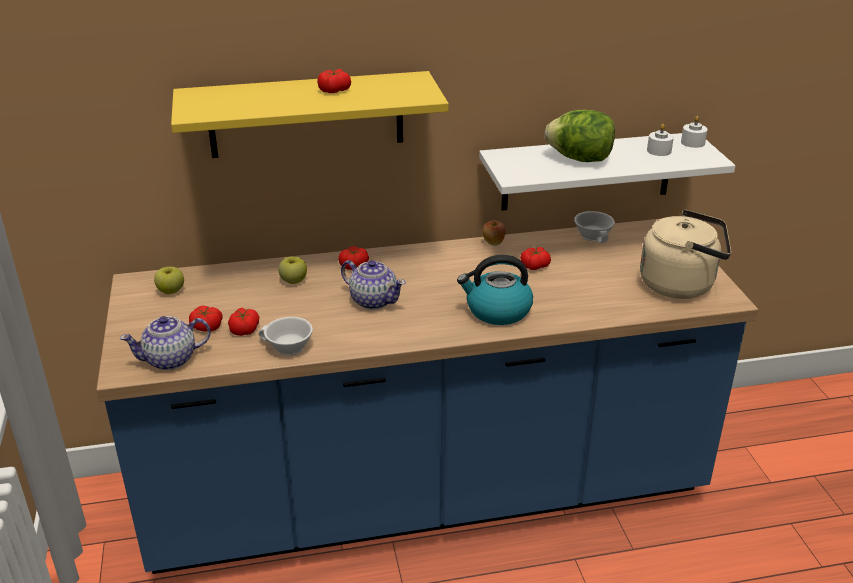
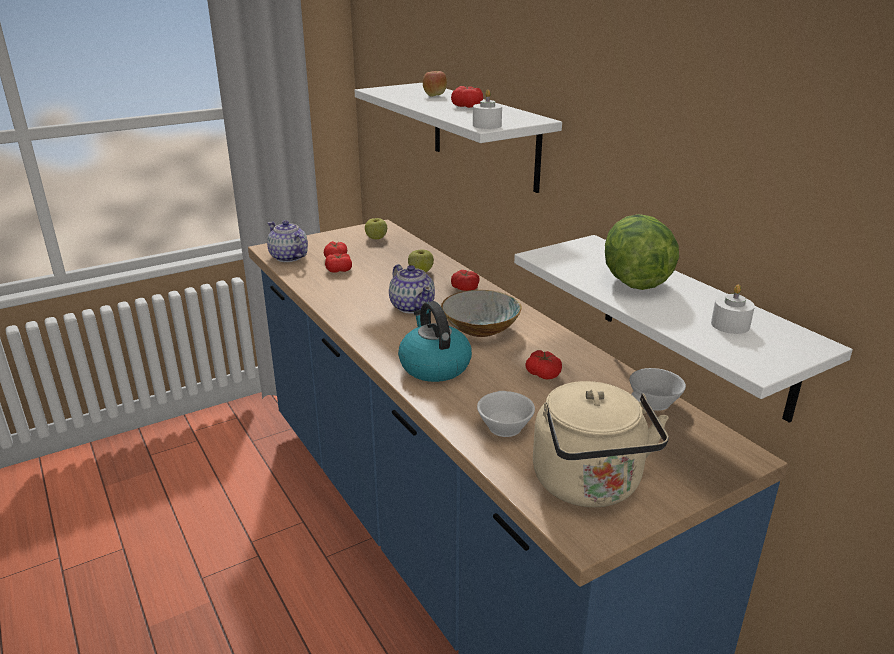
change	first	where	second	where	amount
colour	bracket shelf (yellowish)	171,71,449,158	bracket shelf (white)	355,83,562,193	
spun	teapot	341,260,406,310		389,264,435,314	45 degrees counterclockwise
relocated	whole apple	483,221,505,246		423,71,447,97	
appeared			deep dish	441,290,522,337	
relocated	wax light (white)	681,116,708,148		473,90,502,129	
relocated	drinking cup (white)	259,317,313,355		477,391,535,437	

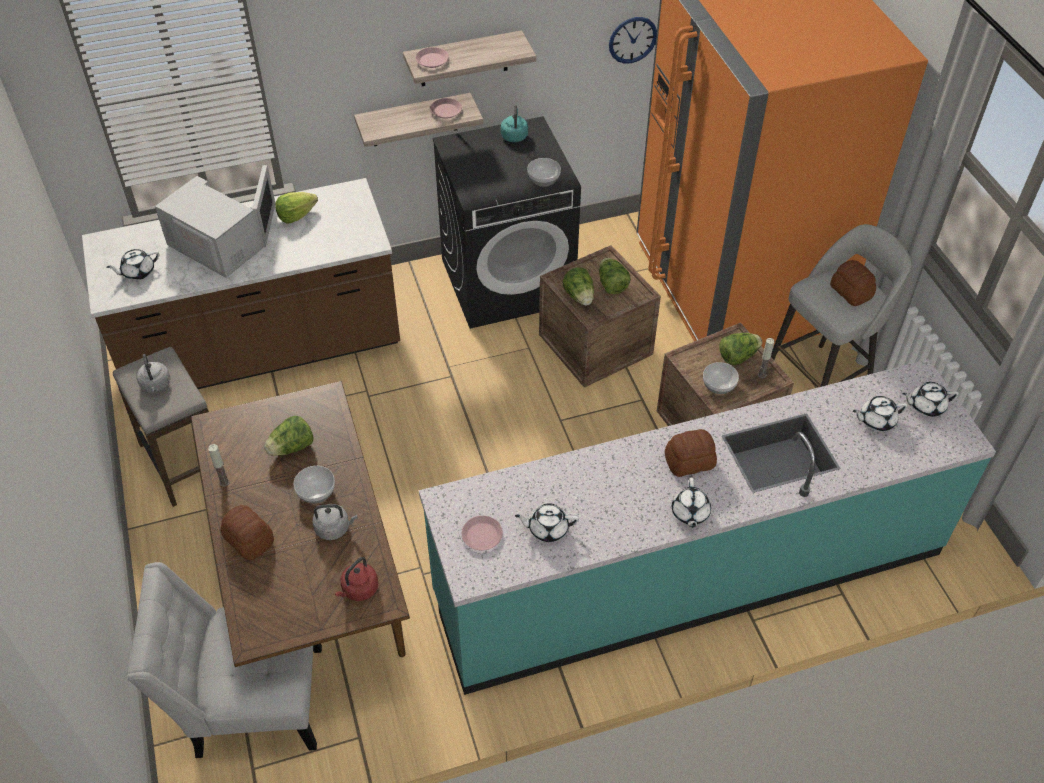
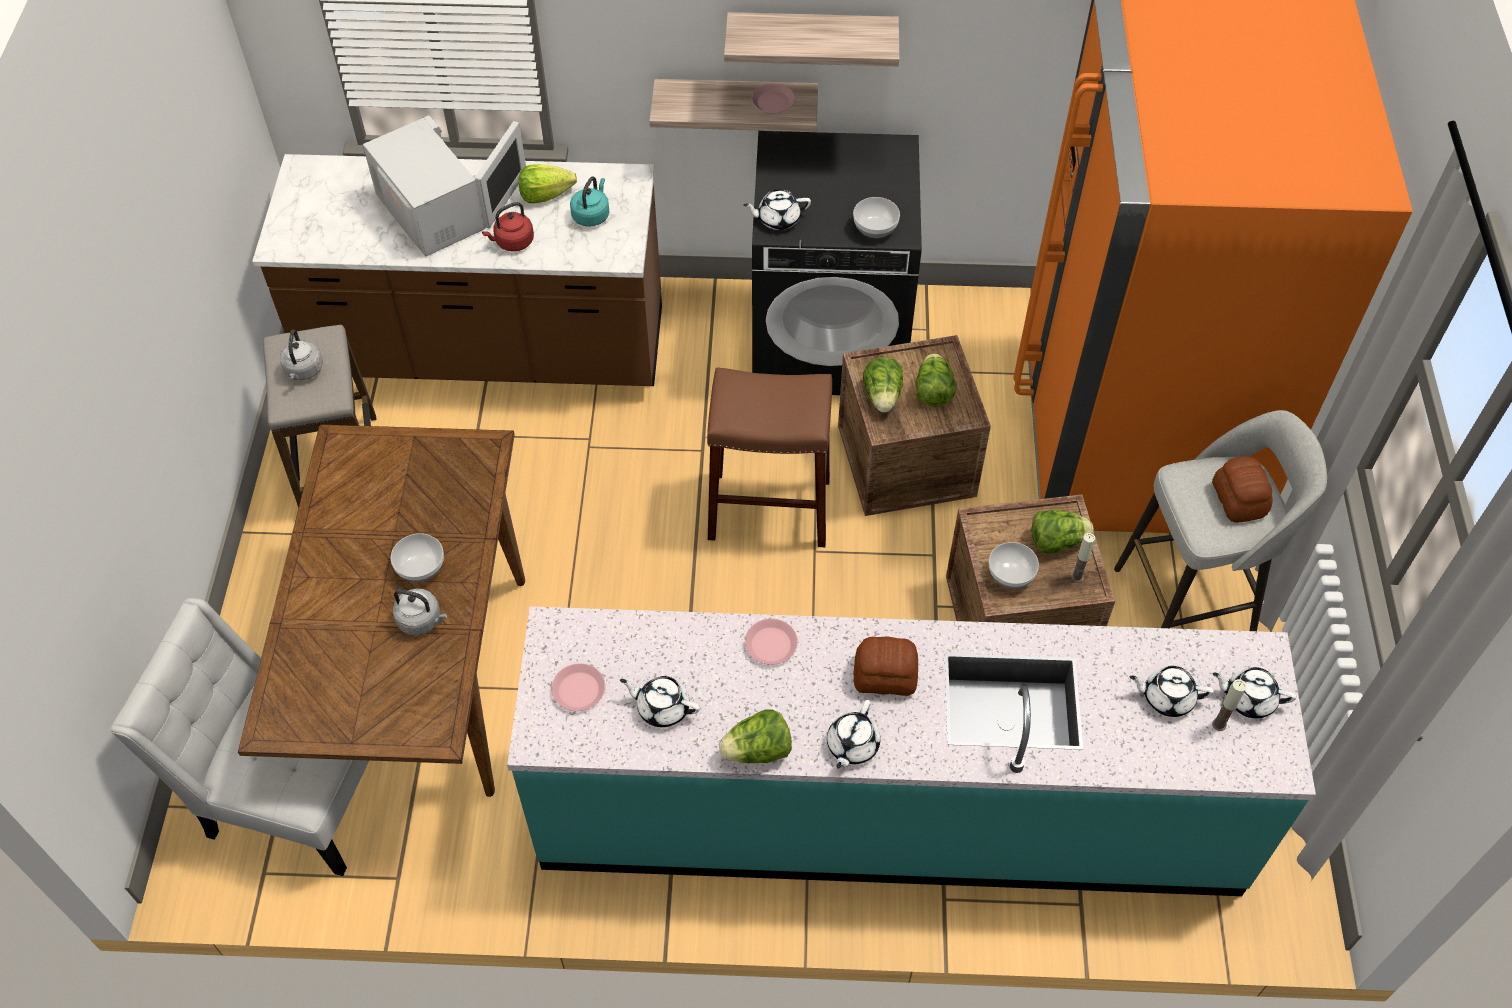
change	first	where	second	where	amount
relocated	water kettle (red)	335,557,378,601		482,202,534,251	
relocated	water kettle (blue-green)	501,105,528,142		570,176,609,227	
appeared			stool seat (brownish)	707,367,832,547	
relocated	lettuce head	264,416,314,456		719,709,792,763	
relocated	teapot (white)	106,249,159,280		743,189,811,230	
relocated	flat dish (pinkish)	415,47,449,68		745,619,798,665	
relocated	wax light	208,444,230,487		1212,679,1247,731	
missing	bread	220,505,274,560			
missing	wall clock	609,17,657,64			

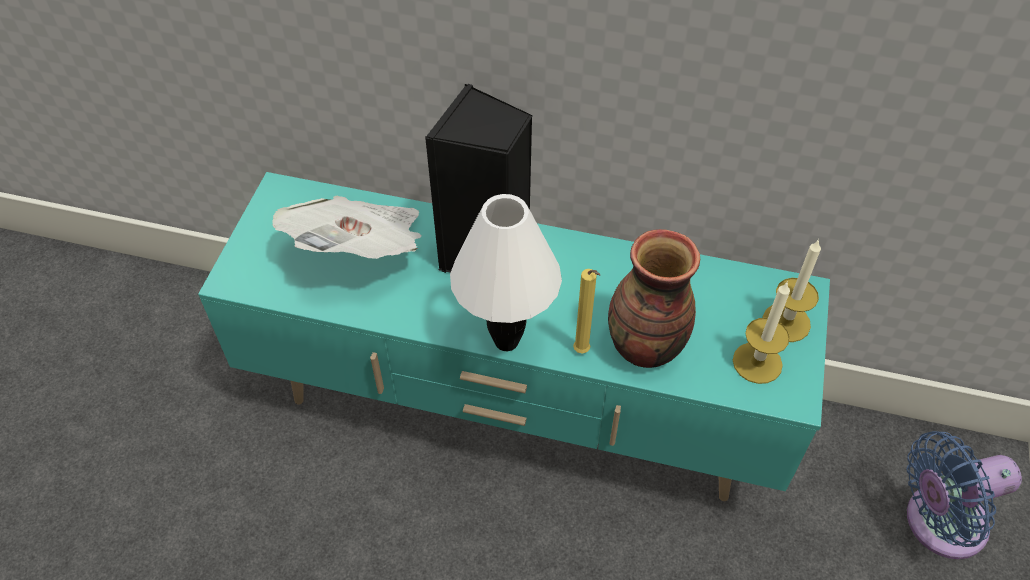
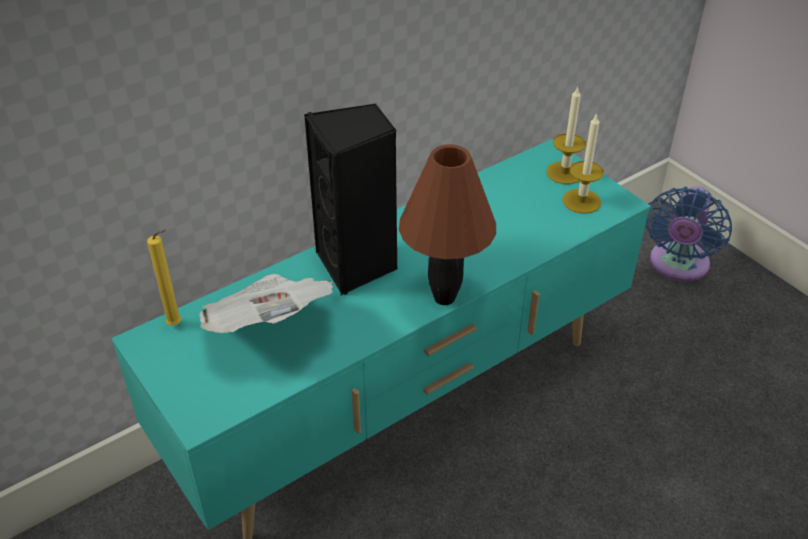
change	first	where	second	where	amount
relocated	wax light (yellowish)	573,269,600,353		147,230,181,326	
colour	table lamp (white)	450,194,562,351	table lamp (brownish)	399,144,496,305	
missing	flower vase	608,229,700,368			

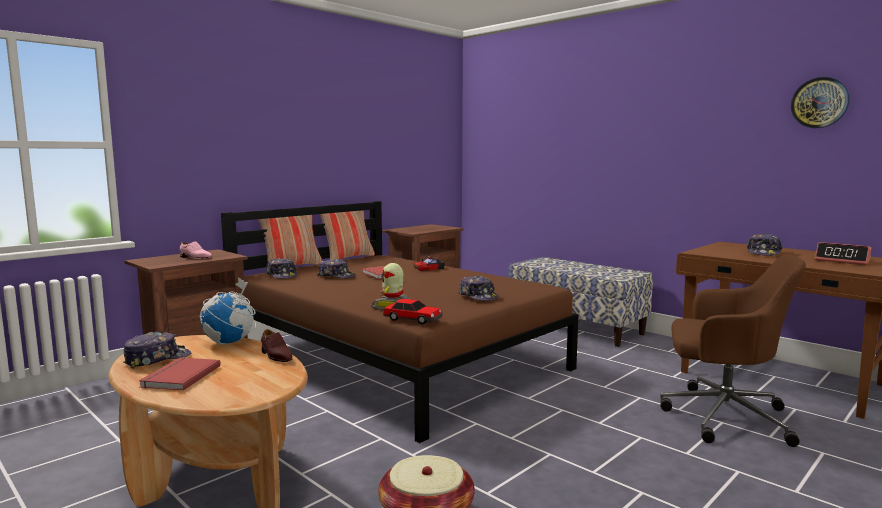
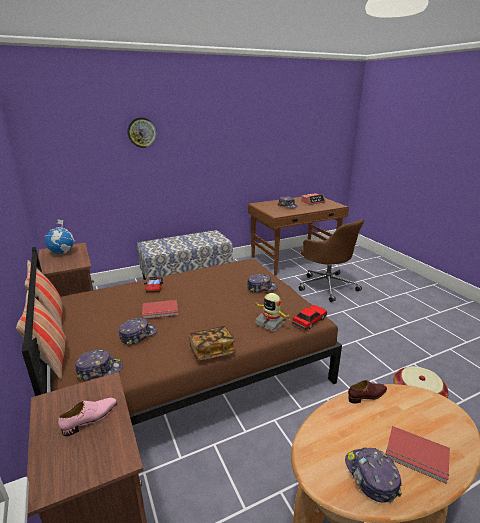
change	first	where	second	where	amount
relocated	desk globe	200,277,256,344		44,219,75,254	
relocated	wall clock	791,77,849,128		127,117,157,148	
appeared			volume	189,326,235,360	
spun	desk chair (brownish)	660,255,806,447		299,219,364,302	105 degrees clockwise

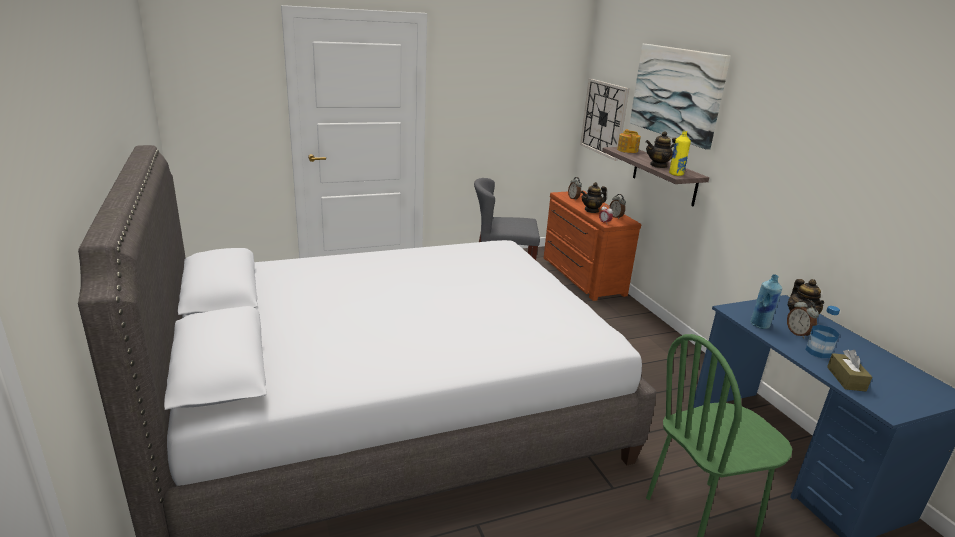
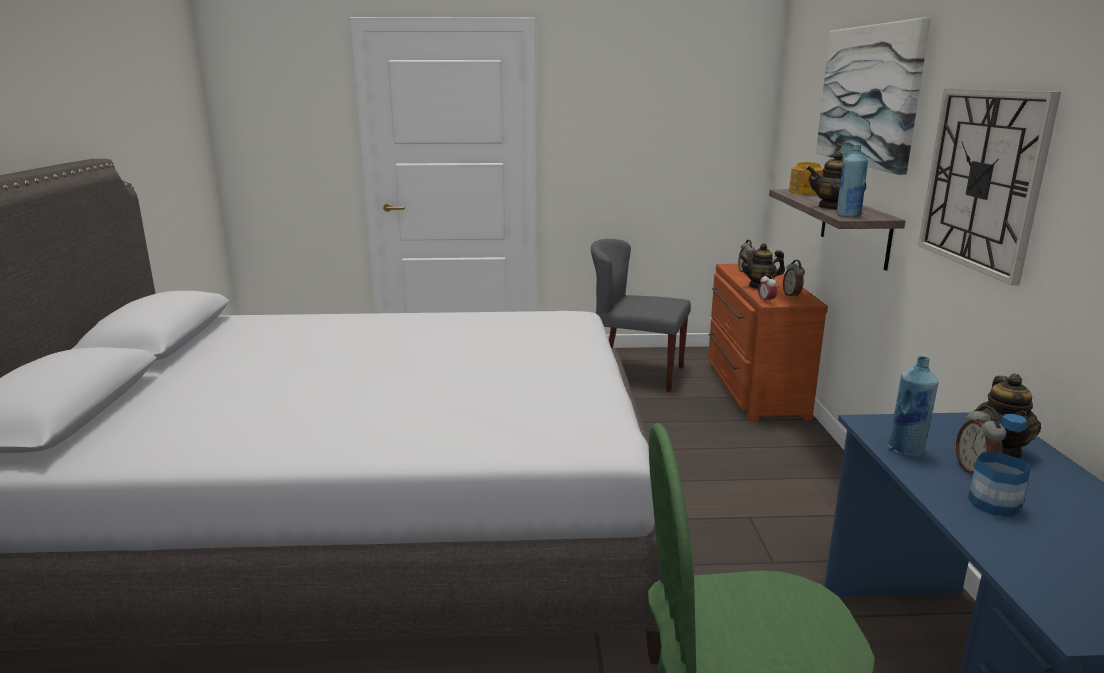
change	first	where	second	where	amount
colour	beverage bottle (yellowish)	669,131,691,176	beverage bottle (bluish)	836,145,868,217	
relocated	wall clock	580,79,629,161		918,89,1061,286	
missing	tissue box (brownish)	827,350,872,391			

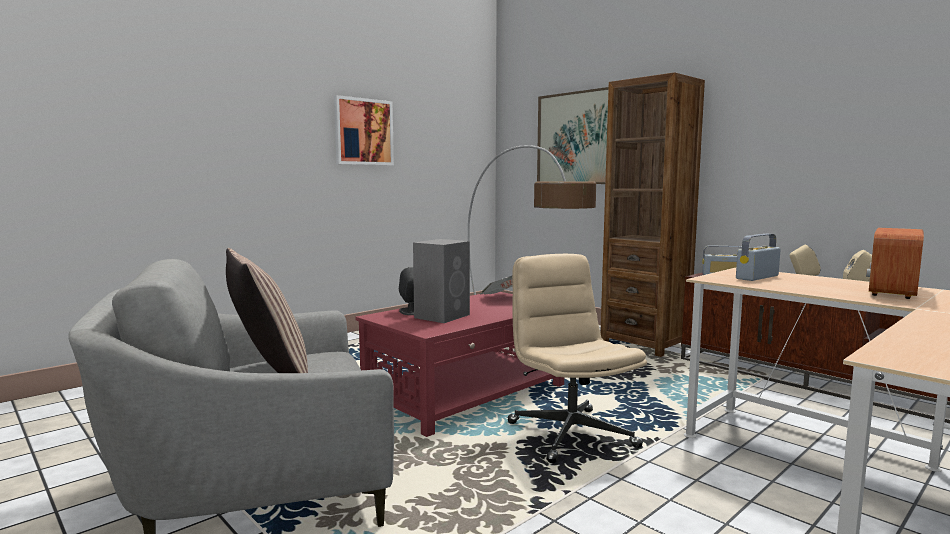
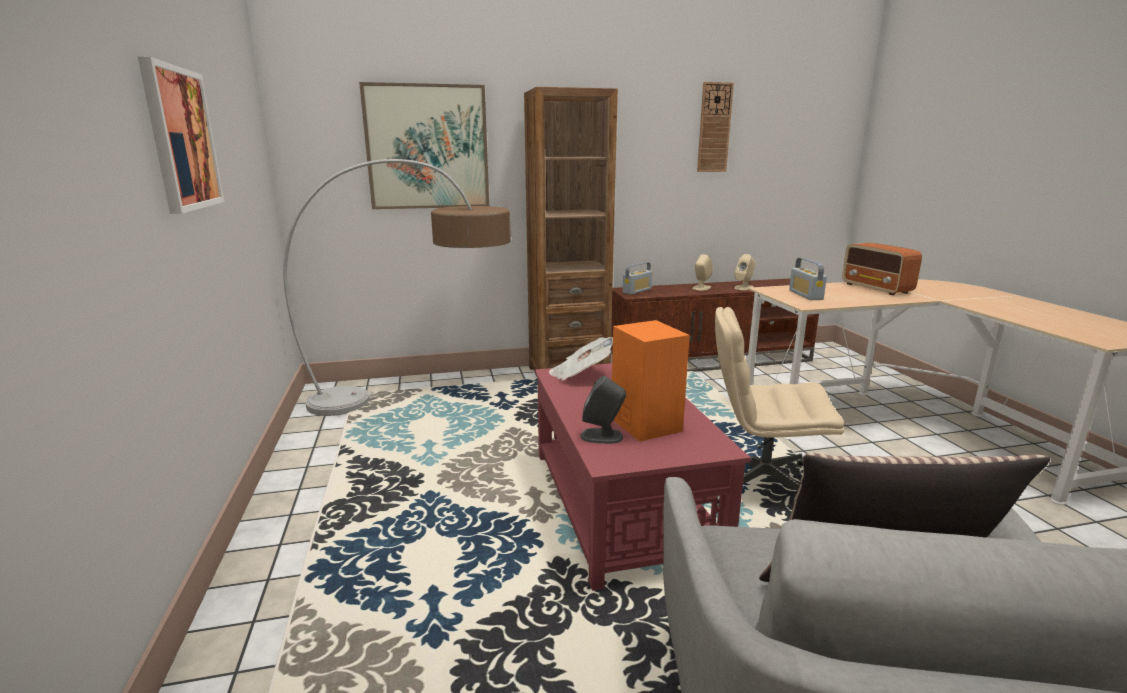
change	first	where	second	where	amount
colour	speaker (greyish)	413,239,470,323	speaker (orangey)	612,320,690,442	
appeared			wall clock	697,82,734,172	

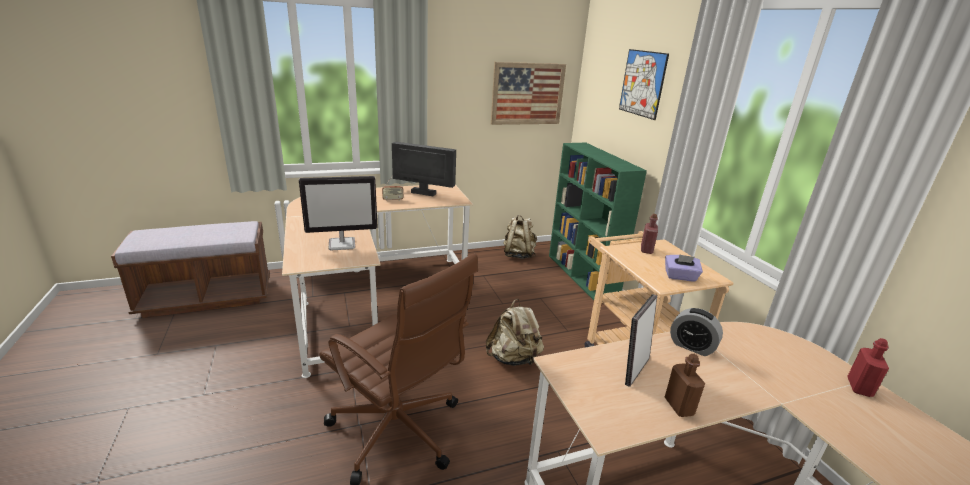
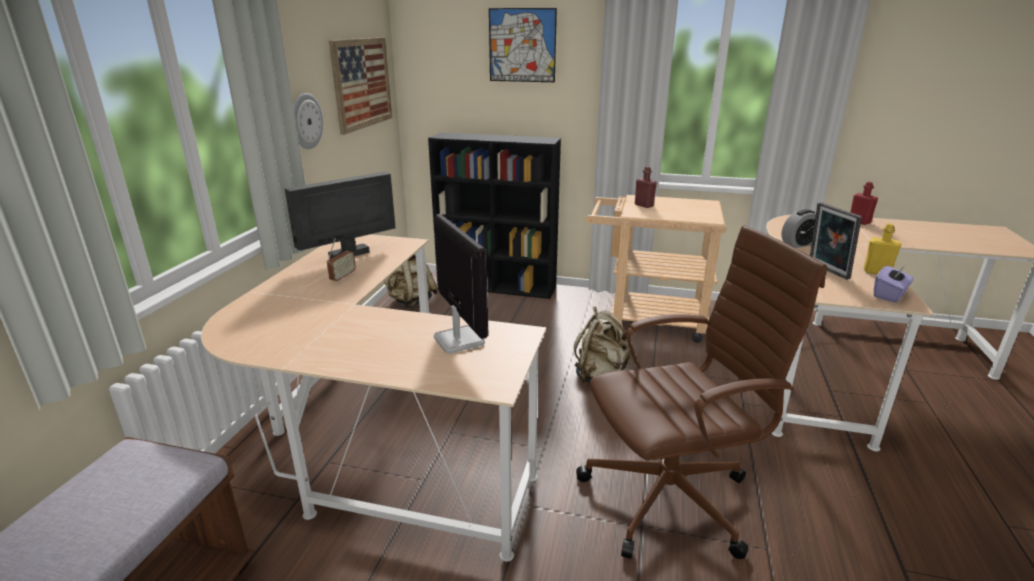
change	first	where	second	where	amount
appeared			wall clock	293,93,323,149	
colour	bookshelf (green)	549,143,647,300	bookshelf (blackish)	428,132,561,299	
spun	computer screen	299,176,378,251		434,214,489,354	45 degrees counterclockwise
colour	beverage bottle (brownish)	665,354,705,417	beverage bottle (yellowish)	863,223,901,274	
relocated	tissue box (purple-coloured)	665,254,703,282		874,264,914,303	

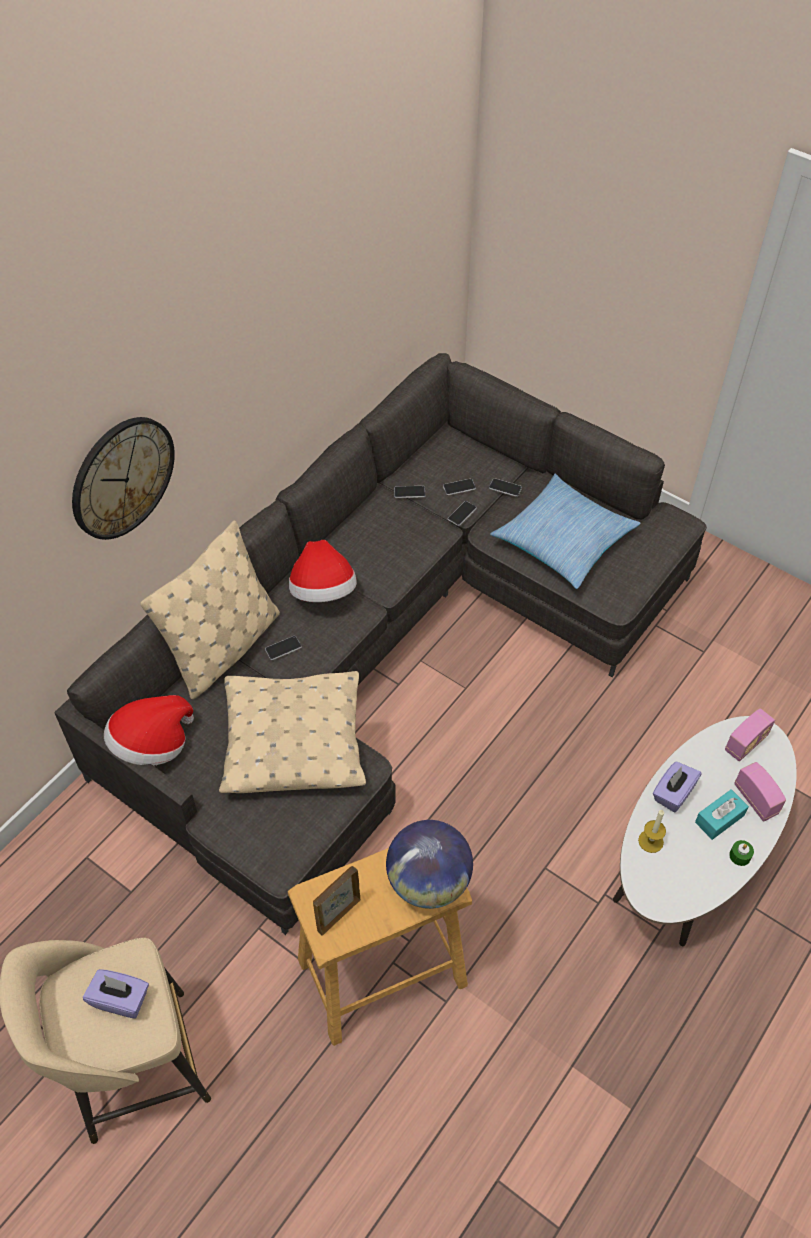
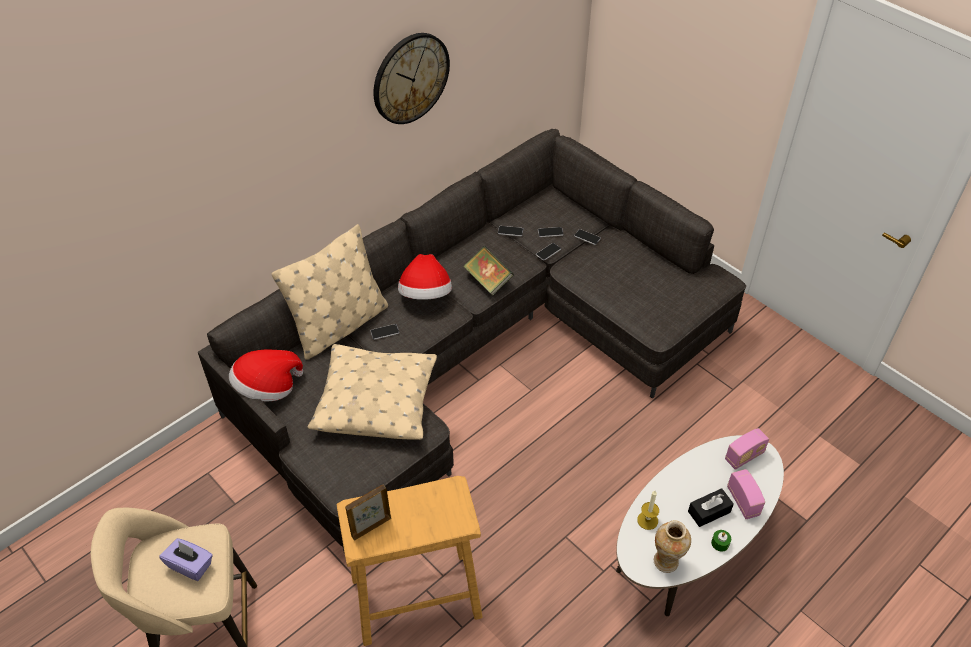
change	first	where	second	where	amount
relocated	wall clock	72,417,175,540		374,33,450,124	
appeared			volume	463,246,514,296	
appeared			flower vase	654,520,691,573	
colour	tissue box (blue-green)	695,789,749,840	tissue box (blackish)	688,488,734,527	
missing	desk globe	386,820,473,909			
missing	throw pillow	490,474,640,589			
missing	tissue box (purple-coloured)	653,761,701,812			

